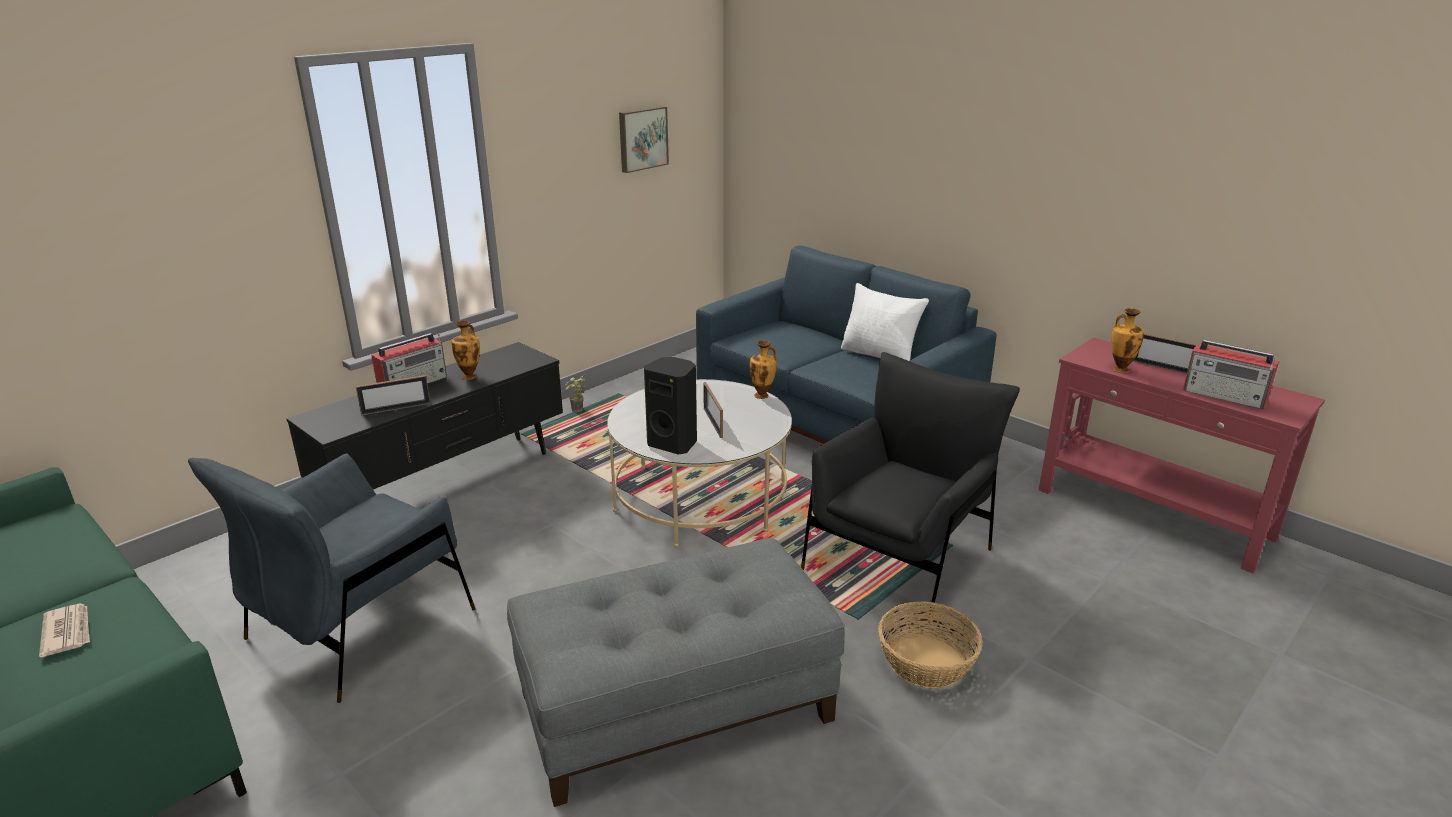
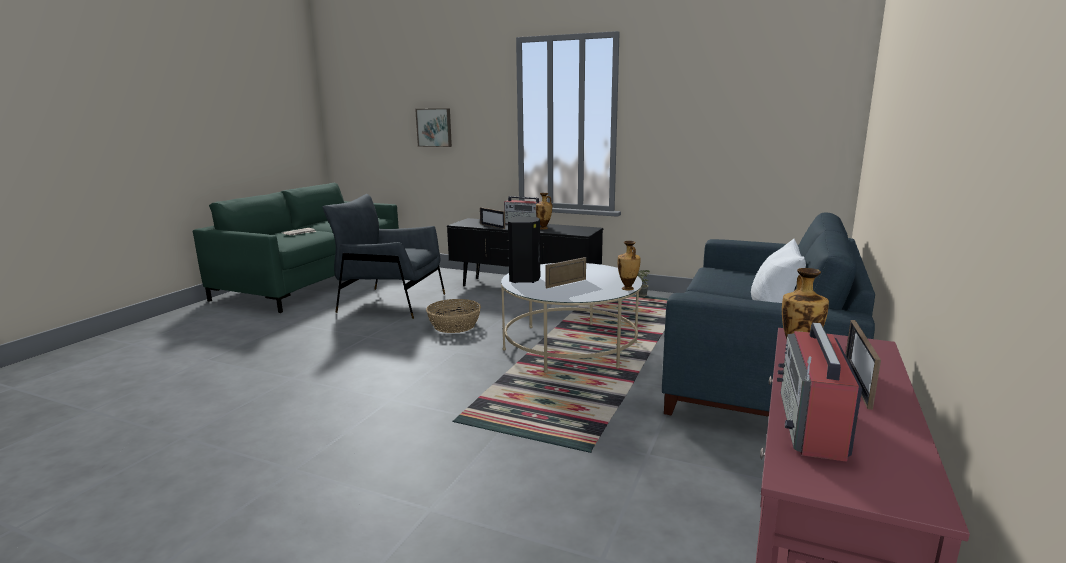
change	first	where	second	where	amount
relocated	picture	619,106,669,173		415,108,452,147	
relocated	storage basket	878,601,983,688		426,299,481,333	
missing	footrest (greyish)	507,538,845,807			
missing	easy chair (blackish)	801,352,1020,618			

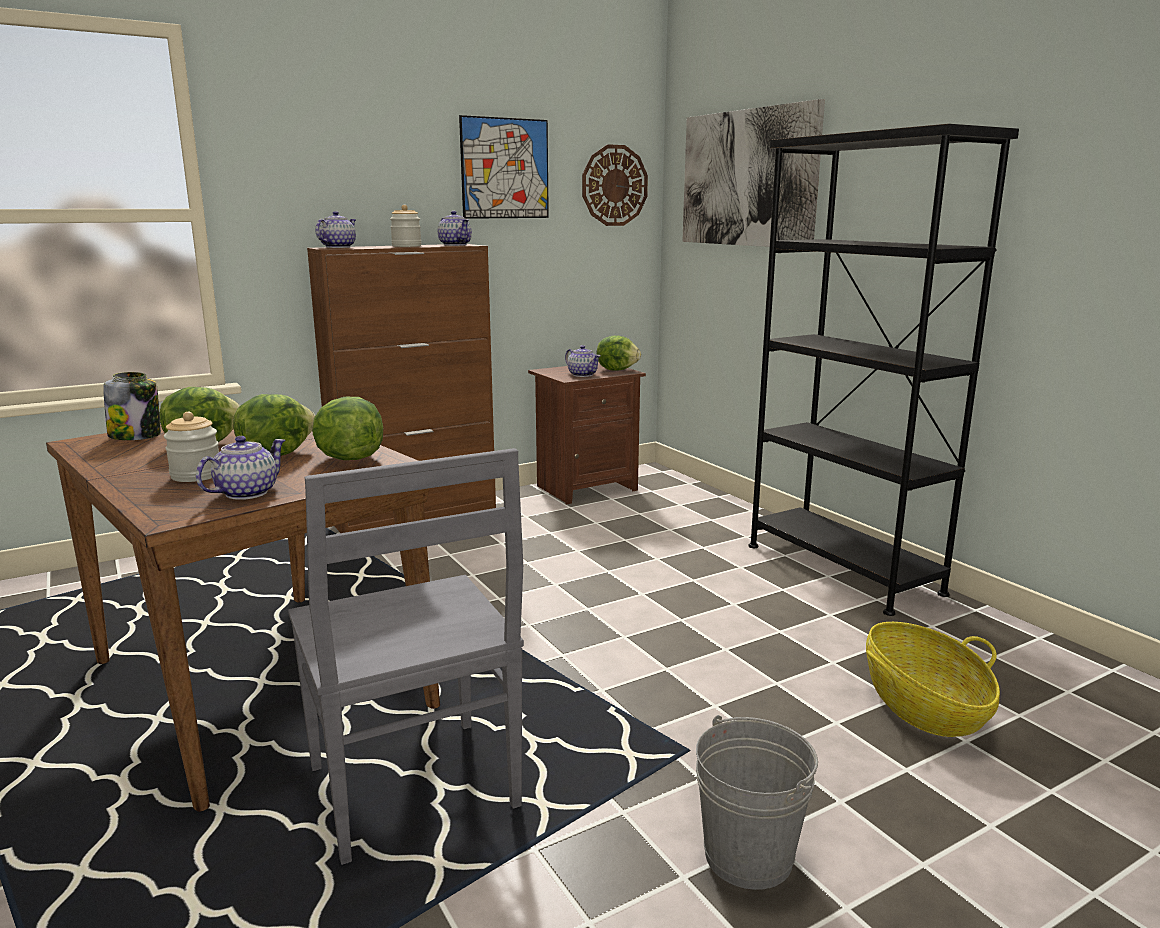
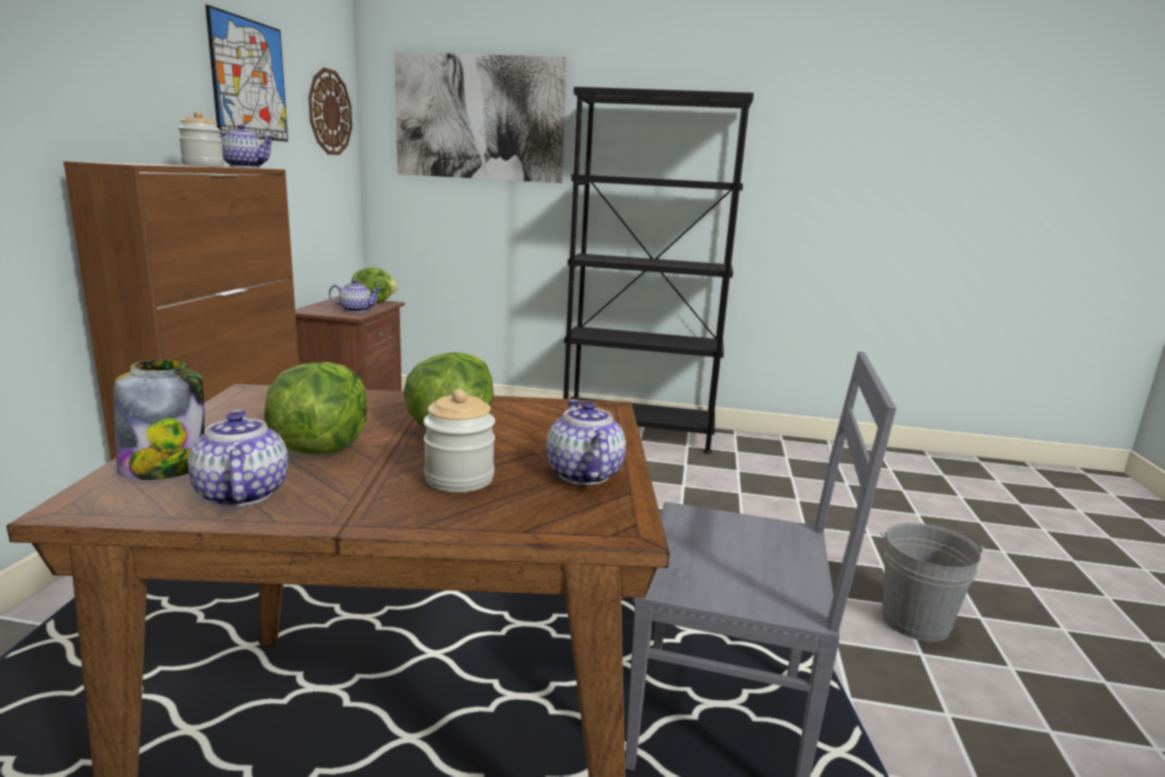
change	first	where	second	where	amount
relocated	teapot	316,211,356,248		188,410,288,507	
missing	lettuce head	312,397,383,460			
missing	storage basket	866,622,1000,737			

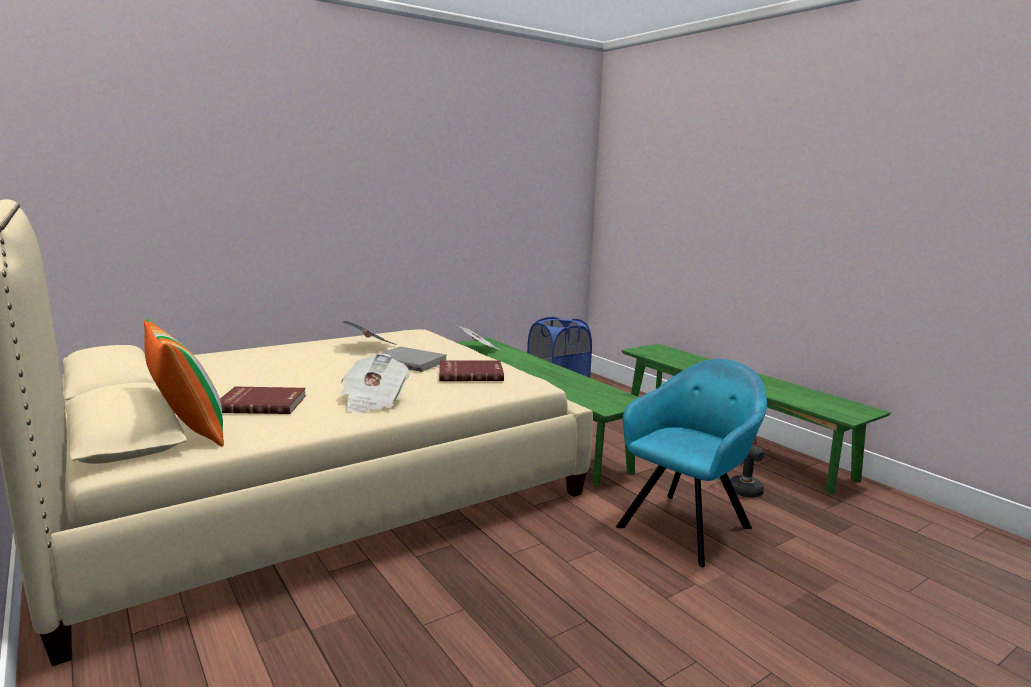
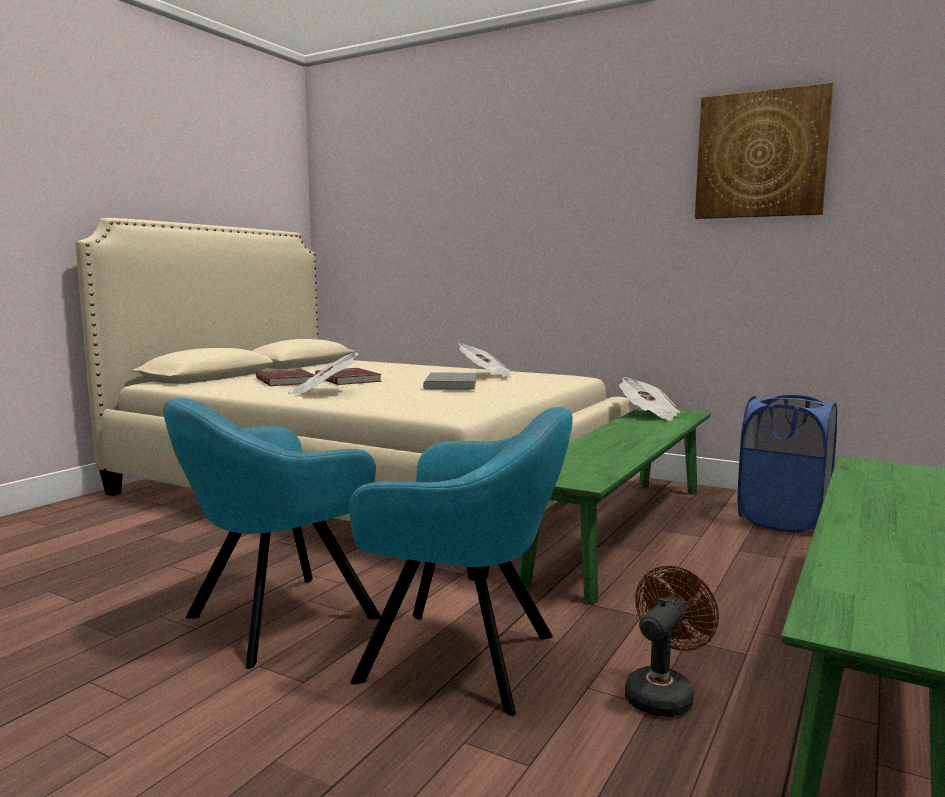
change	first	where	second	where	amount
appeared			easy chair (blue-green)	163,398,381,669	
relocated	volume (red)	439,360,504,381		315,368,381,385	
appeared			picture	695,82,834,219	
missing	throw pillow	144,319,224,447			

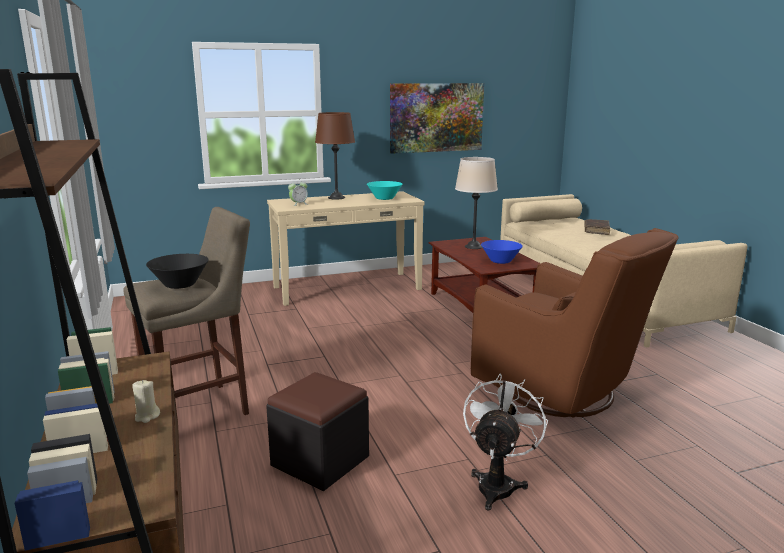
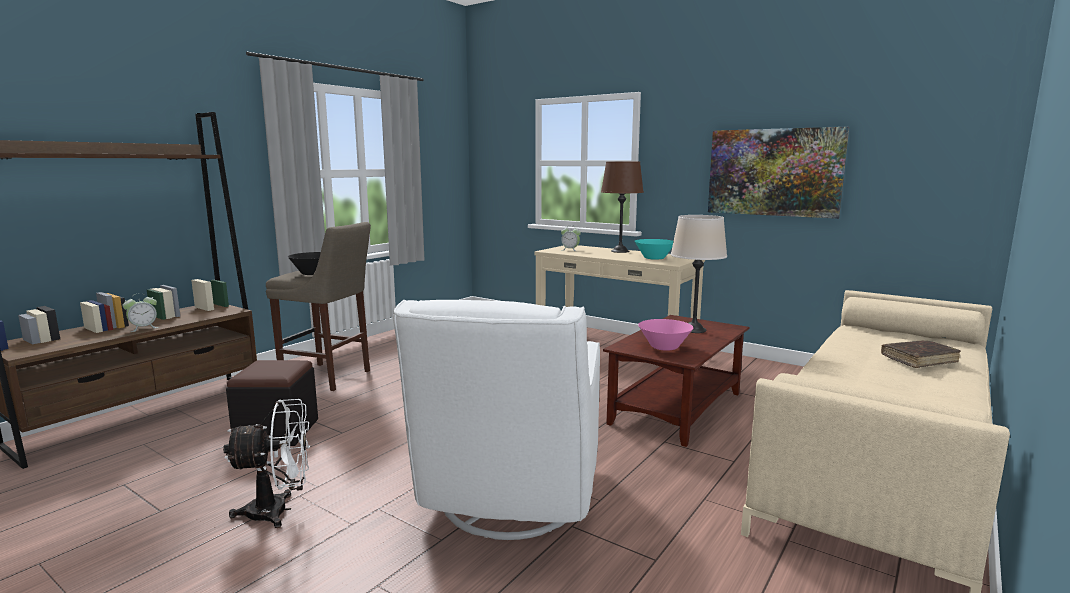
change	first	where	second	where	amount
exchanged	wax light (beige-coloured)	132,380,160,423	bedside clock	122,293,159,332	
colour	easy chair (brownish)	471,228,679,418	easy chair (white)	393,300,600,540	
colour	deep dish (bluish)	481,240,523,264	deep dish (pinkish)	638,319,693,351	

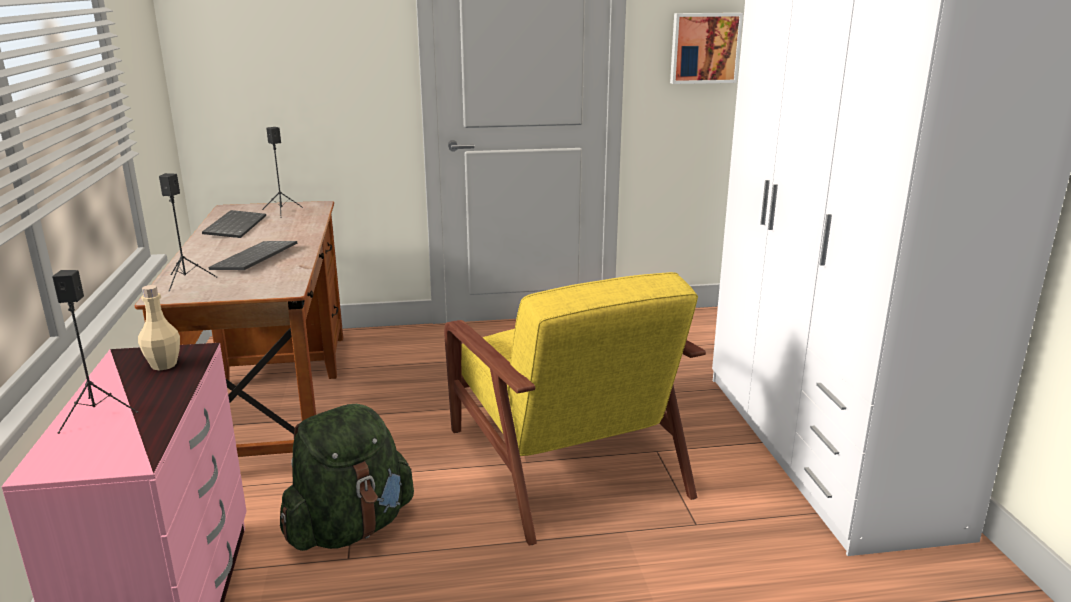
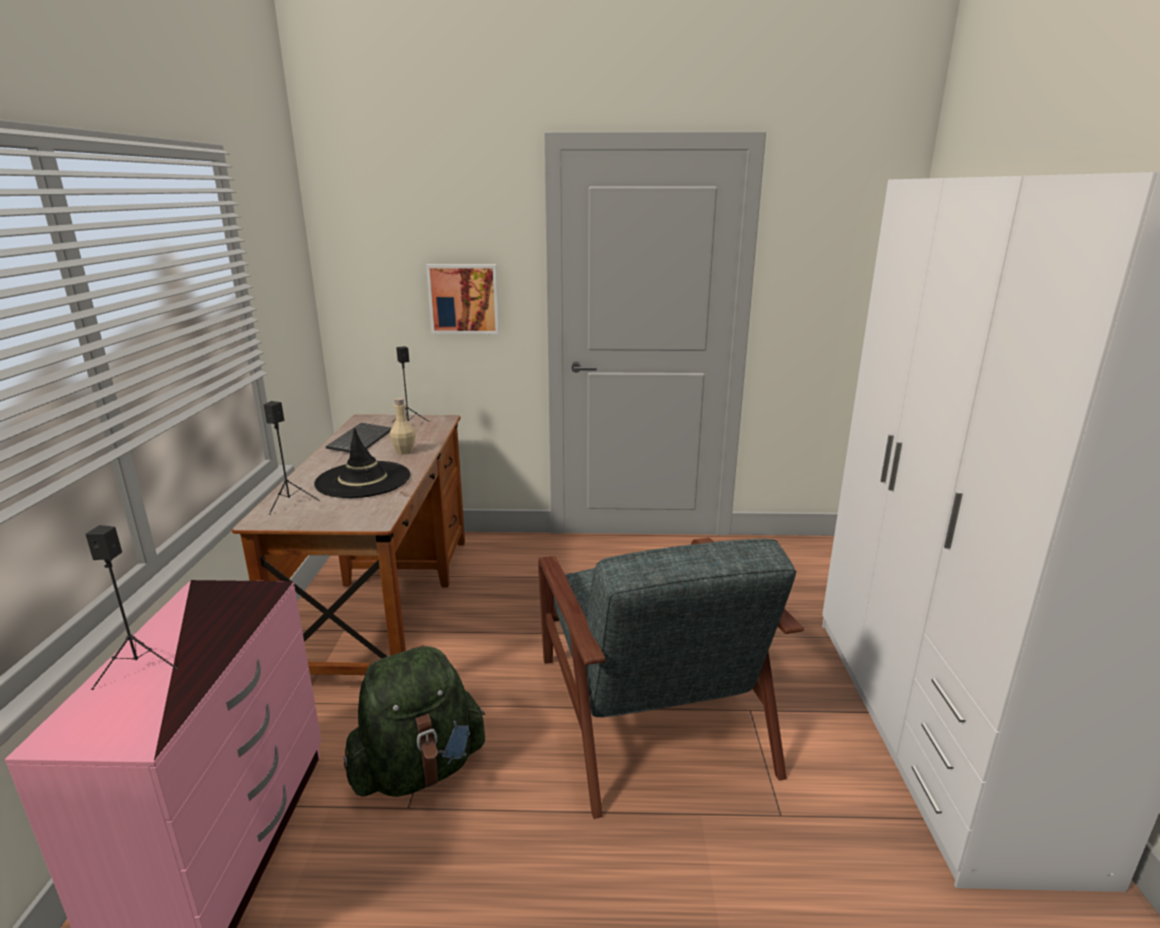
change	first	where	second	where	amount
exchanged	computer keyboard	208,241,298,270	hat (blackish)	314,428,410,498	
relocated	beverage bottle (beige-coloured)	138,285,180,371		390,398,416,454	
relocated	picture	670,13,743,84		426,264,500,334	
colour	easy chair (yellowish)	444,272,706,546	easy chair (greyish)	538,538,804,819	

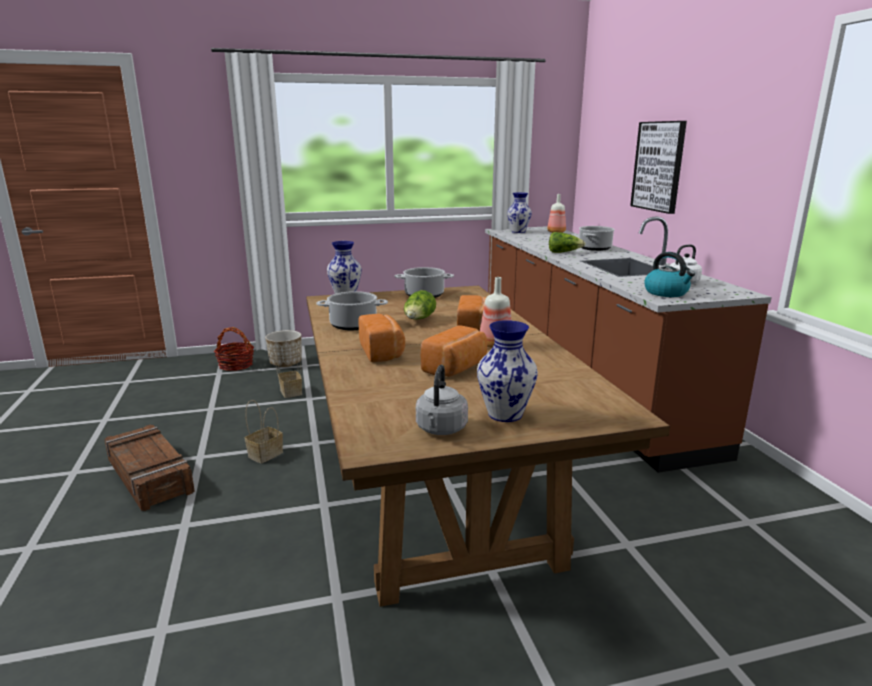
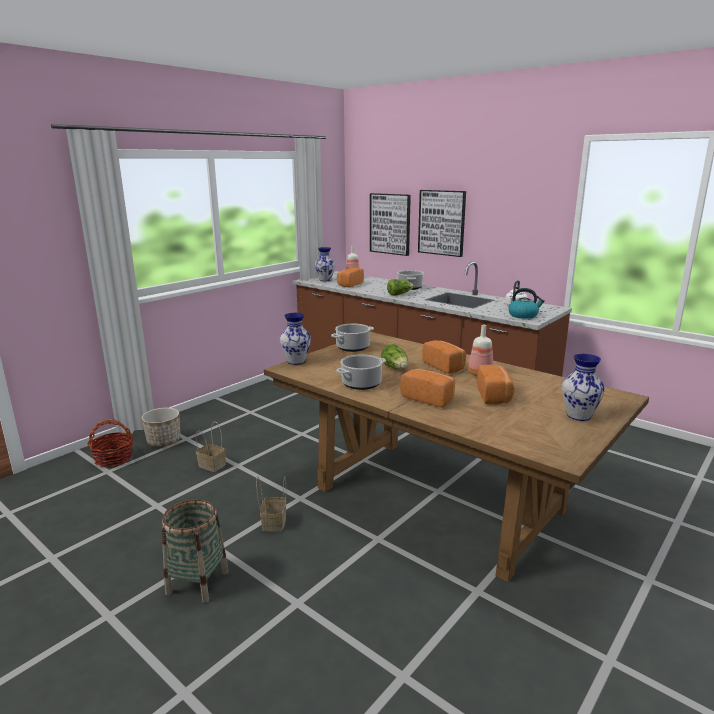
change	first	where	second	where	amount
exchanged	shipping crate	104,424,195,511	storage basket	162,499,229,603	
appeared			bread	337,268,364,287	
appeared			picture	370,193,411,256	
missing	water kettle (greyish)	416,365,468,435			

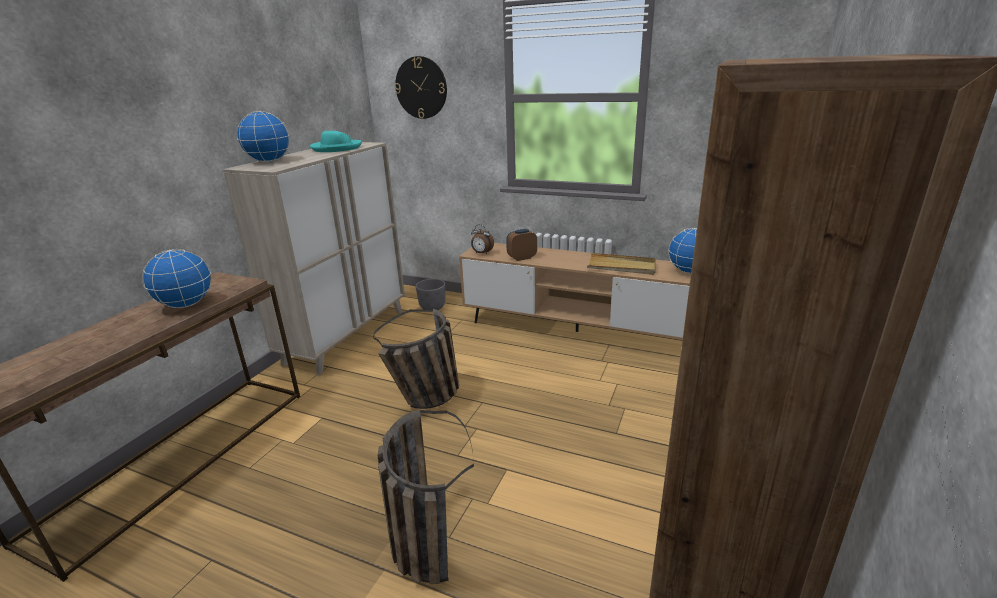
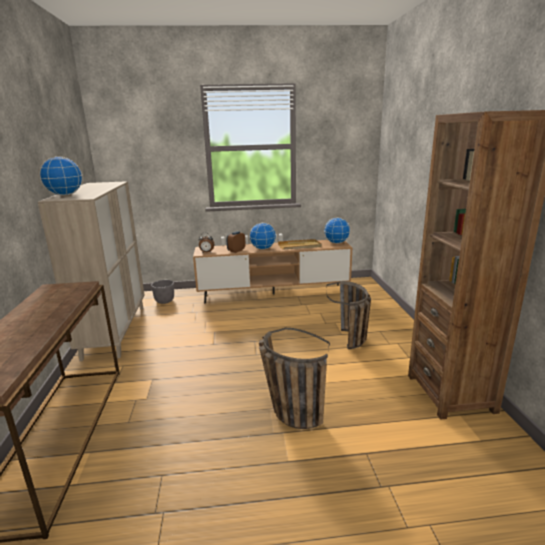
change	first	where	second	where	amount
relocated	desk globe	142,249,212,308		249,222,276,249	
relocated	storage basket	373,309,459,409		326,281,371,349	
missing	hat (blue-green)	310,131,362,152			
missing	wall clock	395,56,447,119			

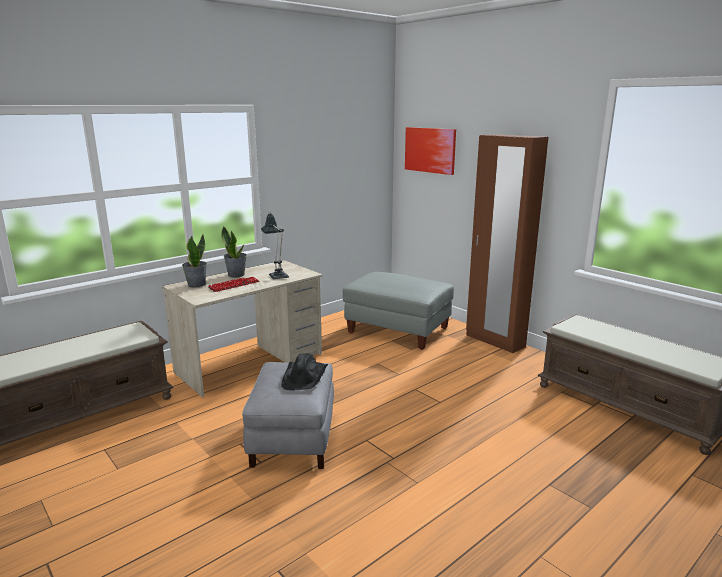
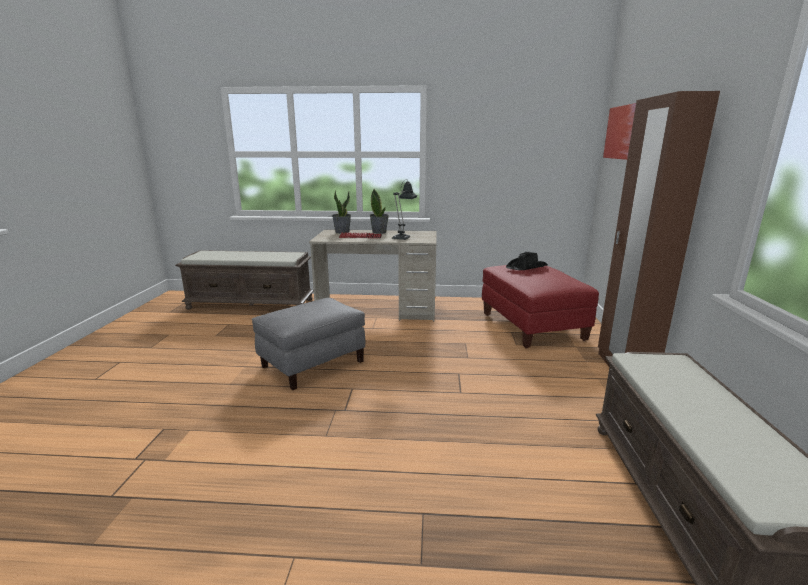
change	first	where	second	where	amount
colour	footrest (greyish)	343,272,454,350	footrest (red)	482,265,599,349	
relocated	hat (blackish)	281,354,328,390		506,252,548,270	

